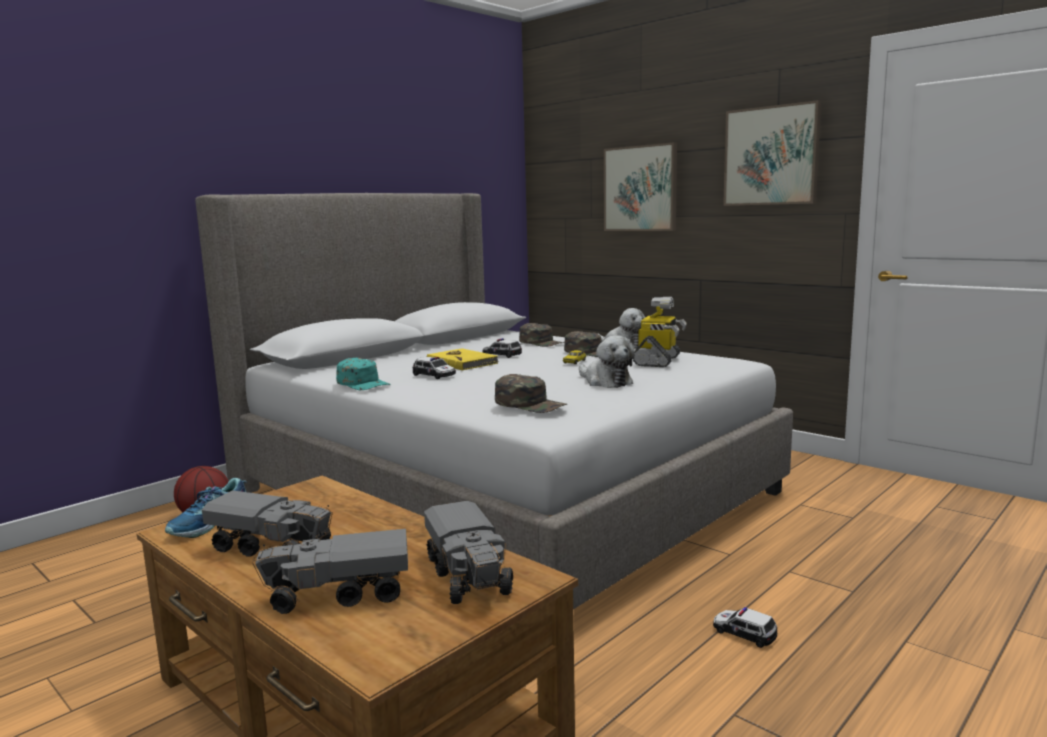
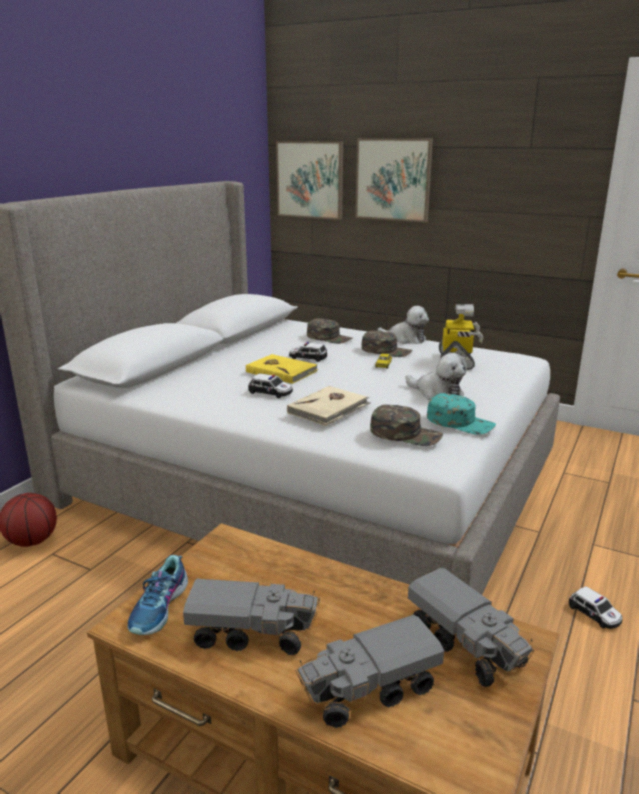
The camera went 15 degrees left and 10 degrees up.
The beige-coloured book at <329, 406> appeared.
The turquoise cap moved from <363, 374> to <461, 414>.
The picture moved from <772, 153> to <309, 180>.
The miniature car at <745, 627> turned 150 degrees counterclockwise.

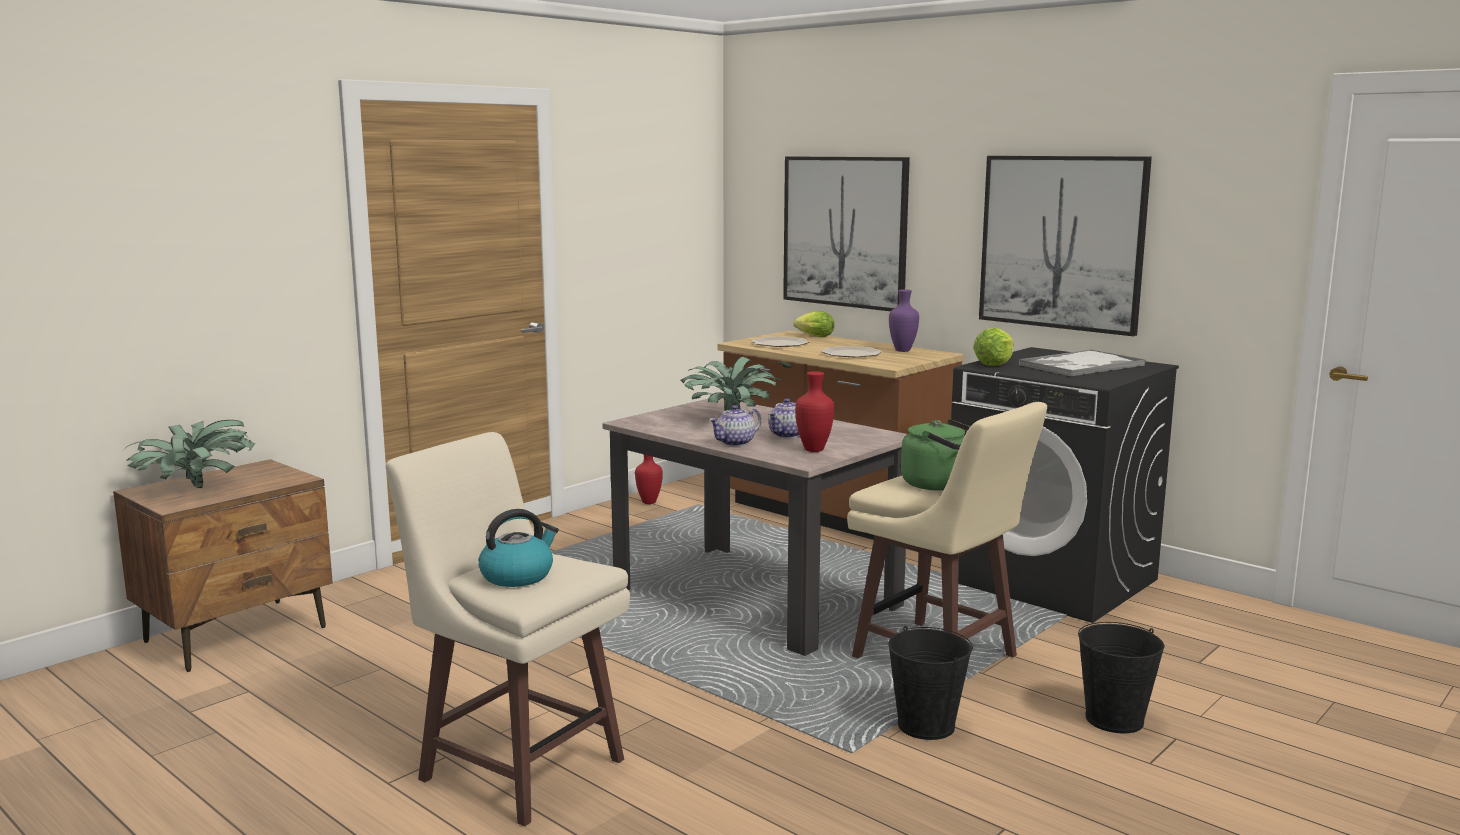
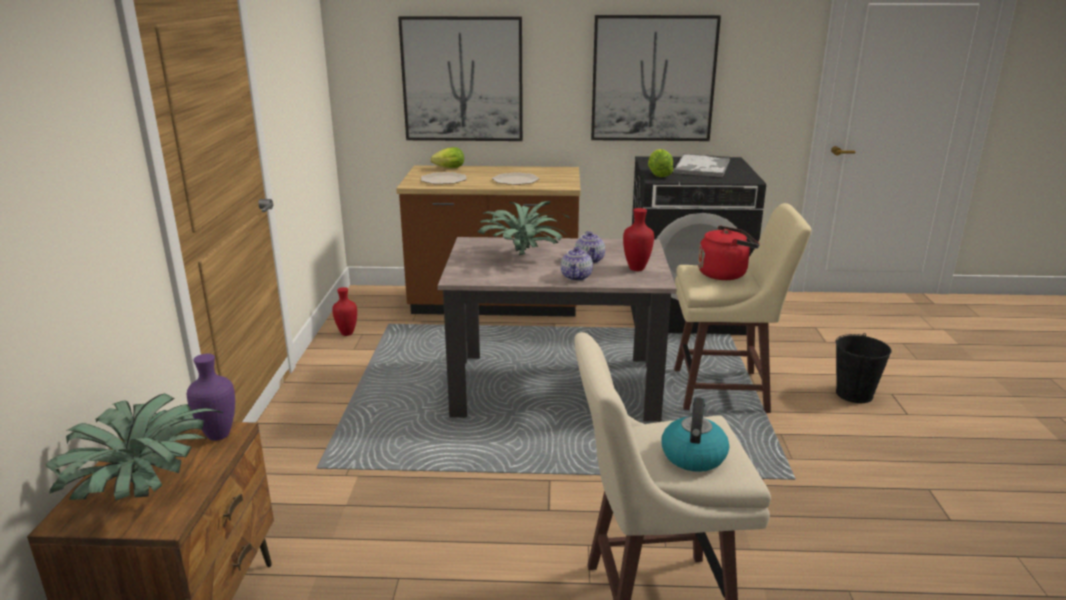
The camera went 40 degrees left and 10 degrees up.
The black bucket at <930, 683> disappeared.
The purplish vase moved from <904, 321> to <211, 397>.
The green tea kettle at <935, 454> became the red-coloured tea kettle at <729, 252>.

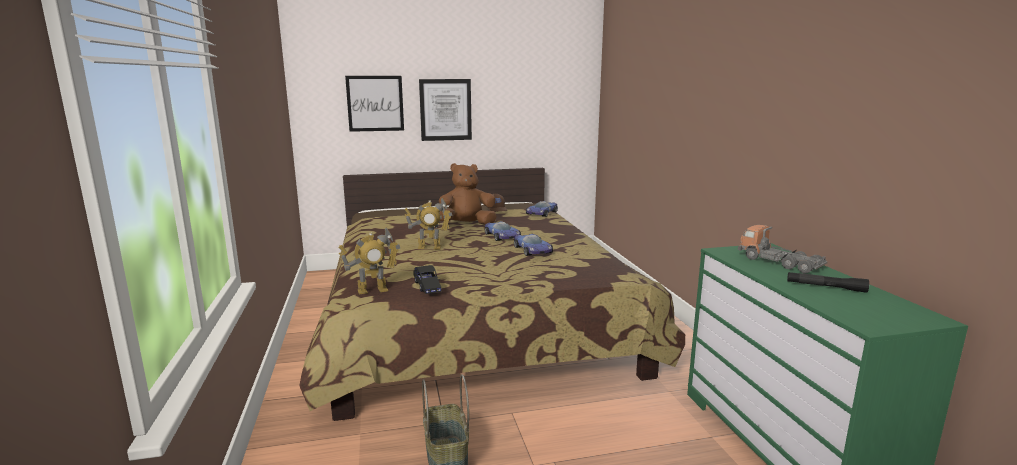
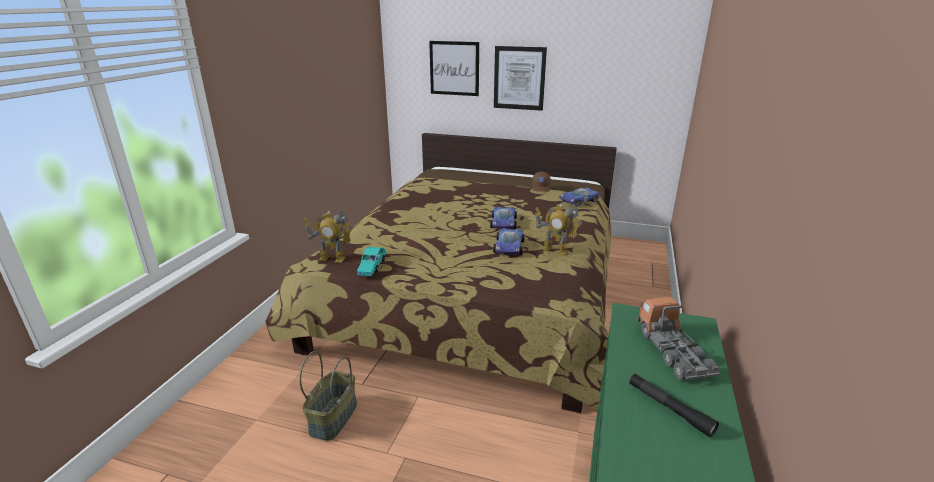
The camera went 30 degrees right and 10 degrees up.
The brown-coloured soft toy at <468, 194> disappeared.
The model robot moved from <428, 223> to <558, 230>.
The black miniature car at <427, 279> became the turquoise miniature car at <371, 261>.

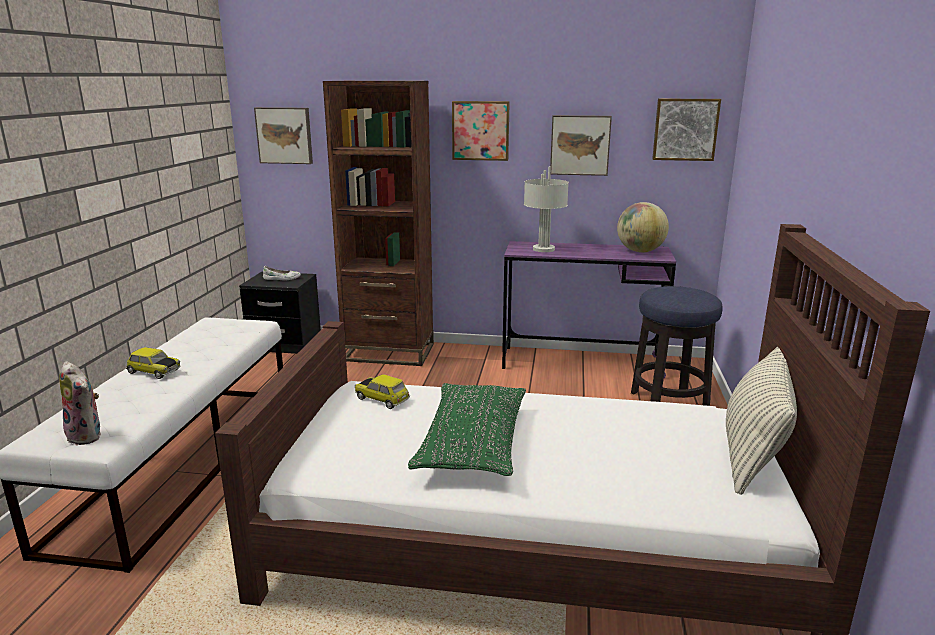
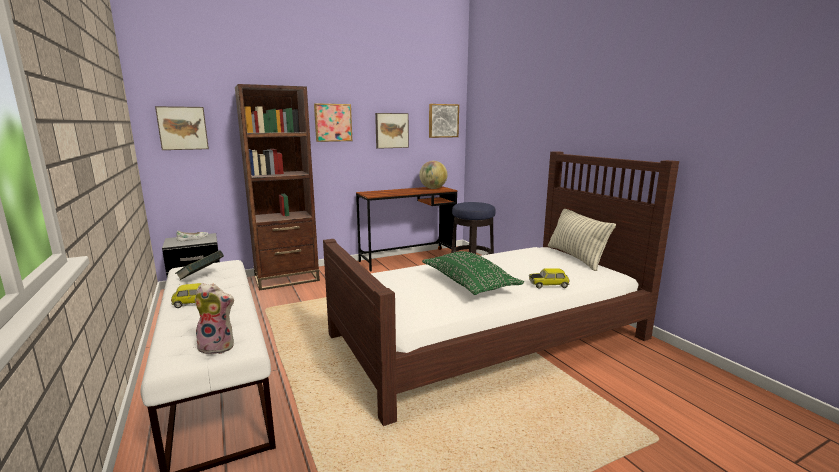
The camera went 35 degrees left and 5 degrees down.
The grey table lamp at <546, 209> disappeared.
The book at <199, 265> appeared.
The miniature car moved from <382, 391> to <549, 278>.
The purplish desk unit at <589, 309> became the brown-coloured desk unit at <406, 228>.

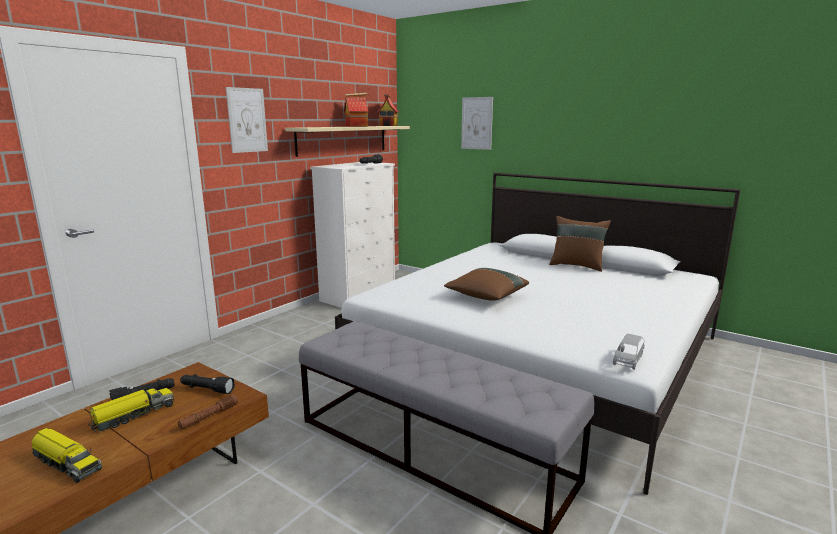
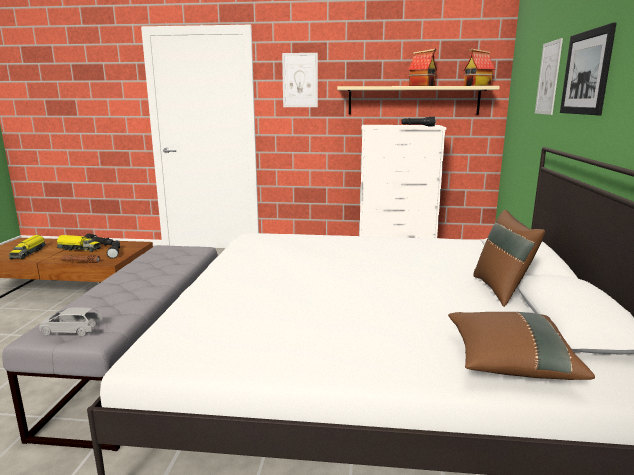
The camera went 60 degrees right and 0 degrees up.
The picture at <588, 69> appeared.
The brown-coloured cushion moved from <486, 284> to <521, 346>.
The grey miniature car moved from <629, 352> to <71, 321>.

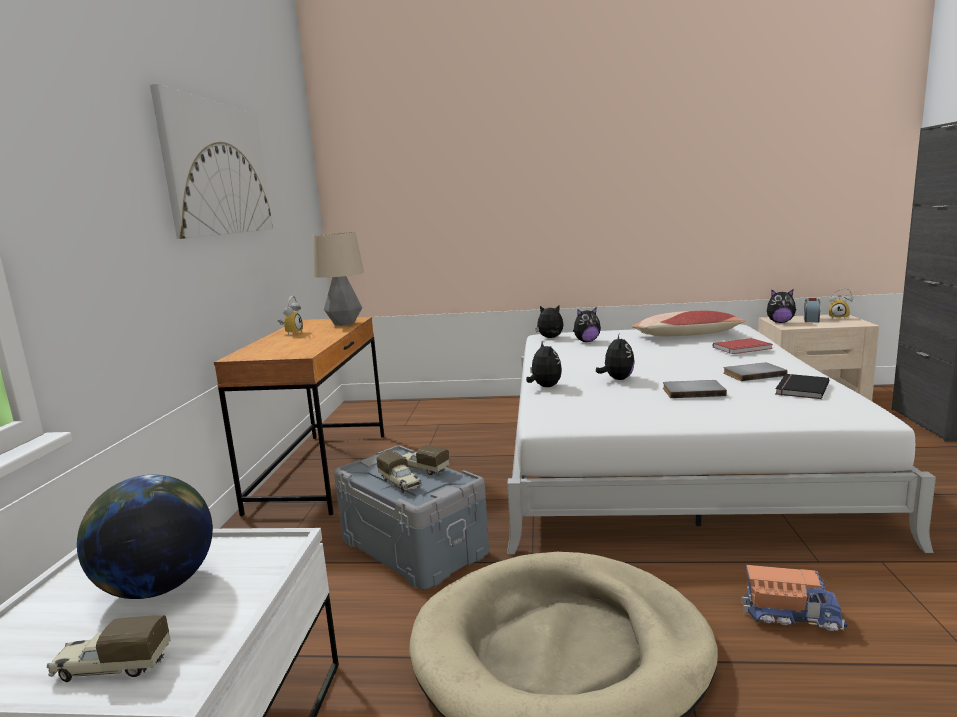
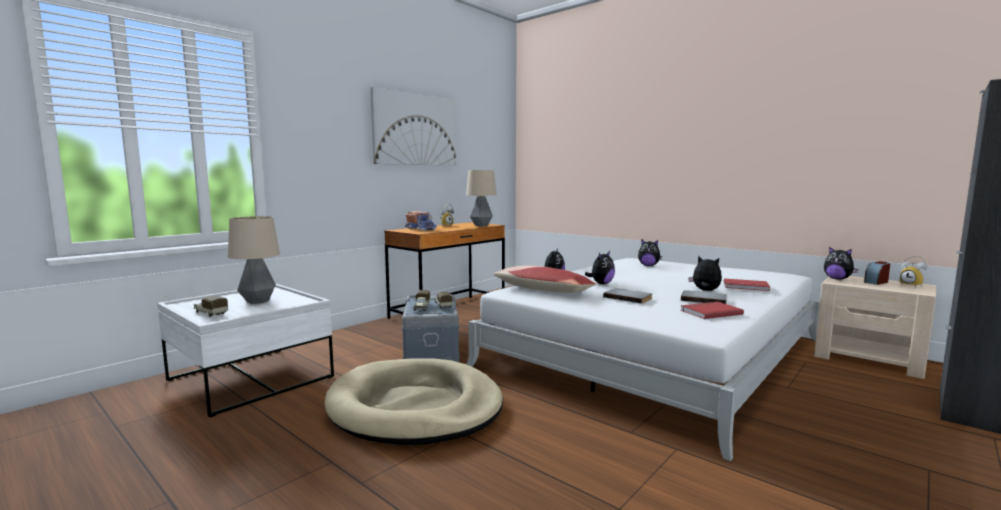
The camera went 35 degrees right and 5 degrees down.
The soft toy moved from <549, 321> to <705, 273>.
The cushion moved from <689, 323> to <545, 279>.
The model truck moved from <794, 598> to <421, 221>.
The globe at <145, 537> was replaced by the table lamp at <254, 260>.
The black book at <802, 386> became the red-coloured book at <712, 310>.

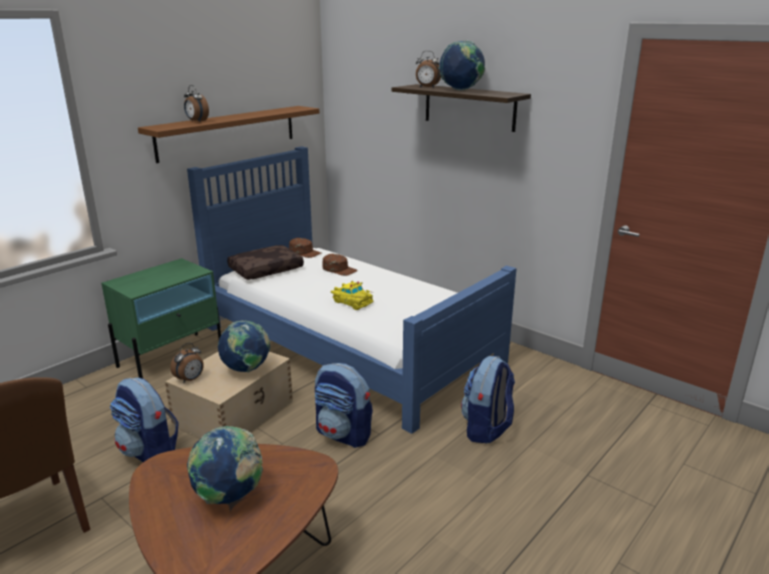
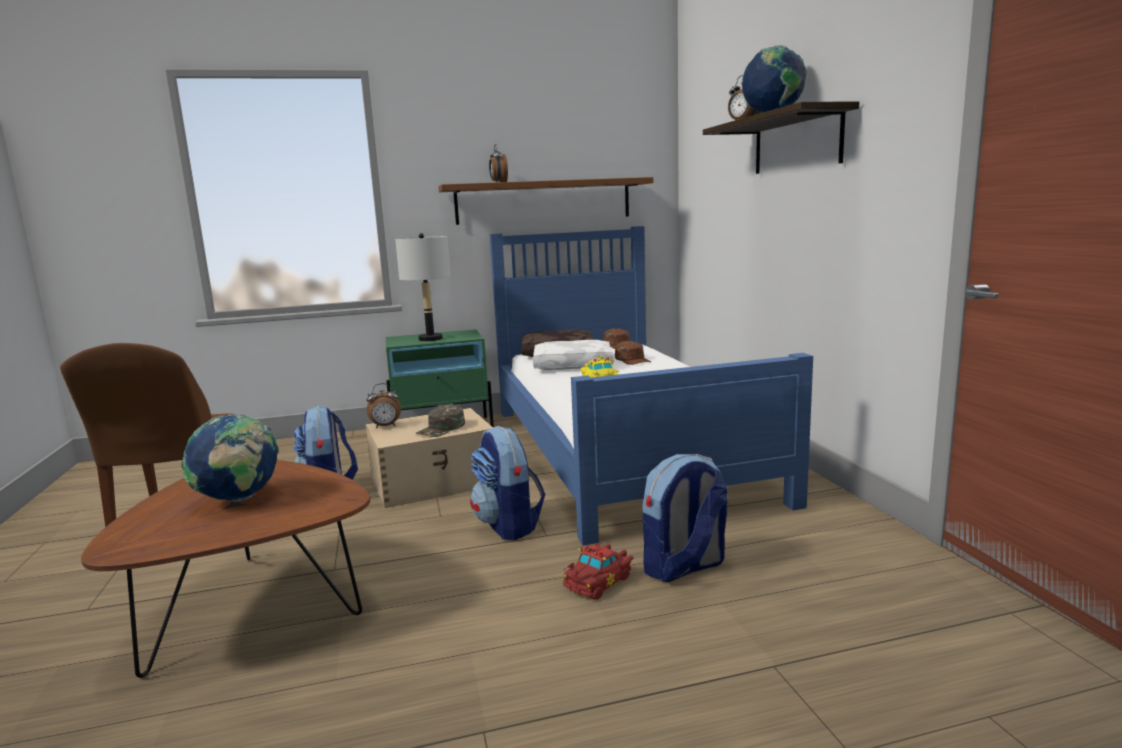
The camera went 35 degrees right and 10 degrees down.
The grey table lamp at <423, 287> appeared.
The whitish cushion at <573, 355> appeared.
The red-coloured miniature car at <598, 571> appeared.
The globe at <244, 346> was replaced by the green cap at <440, 421>.

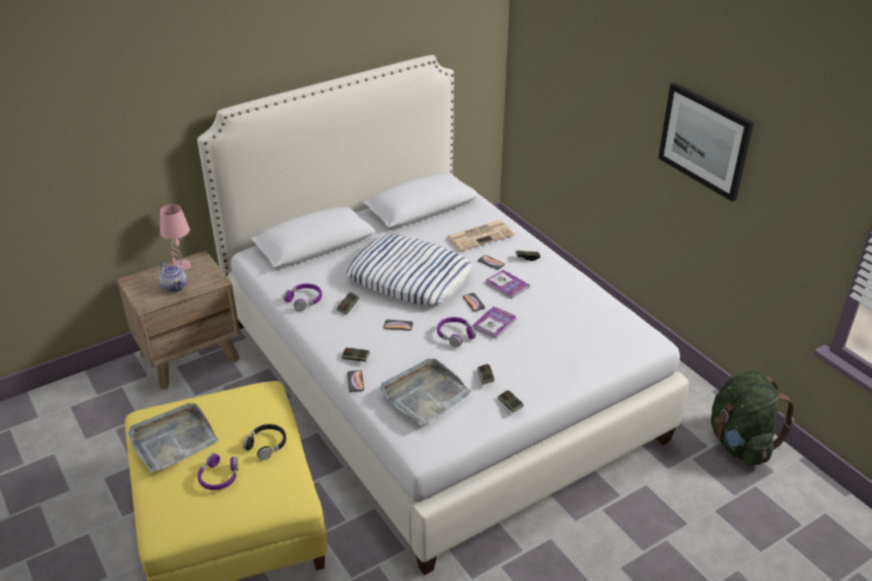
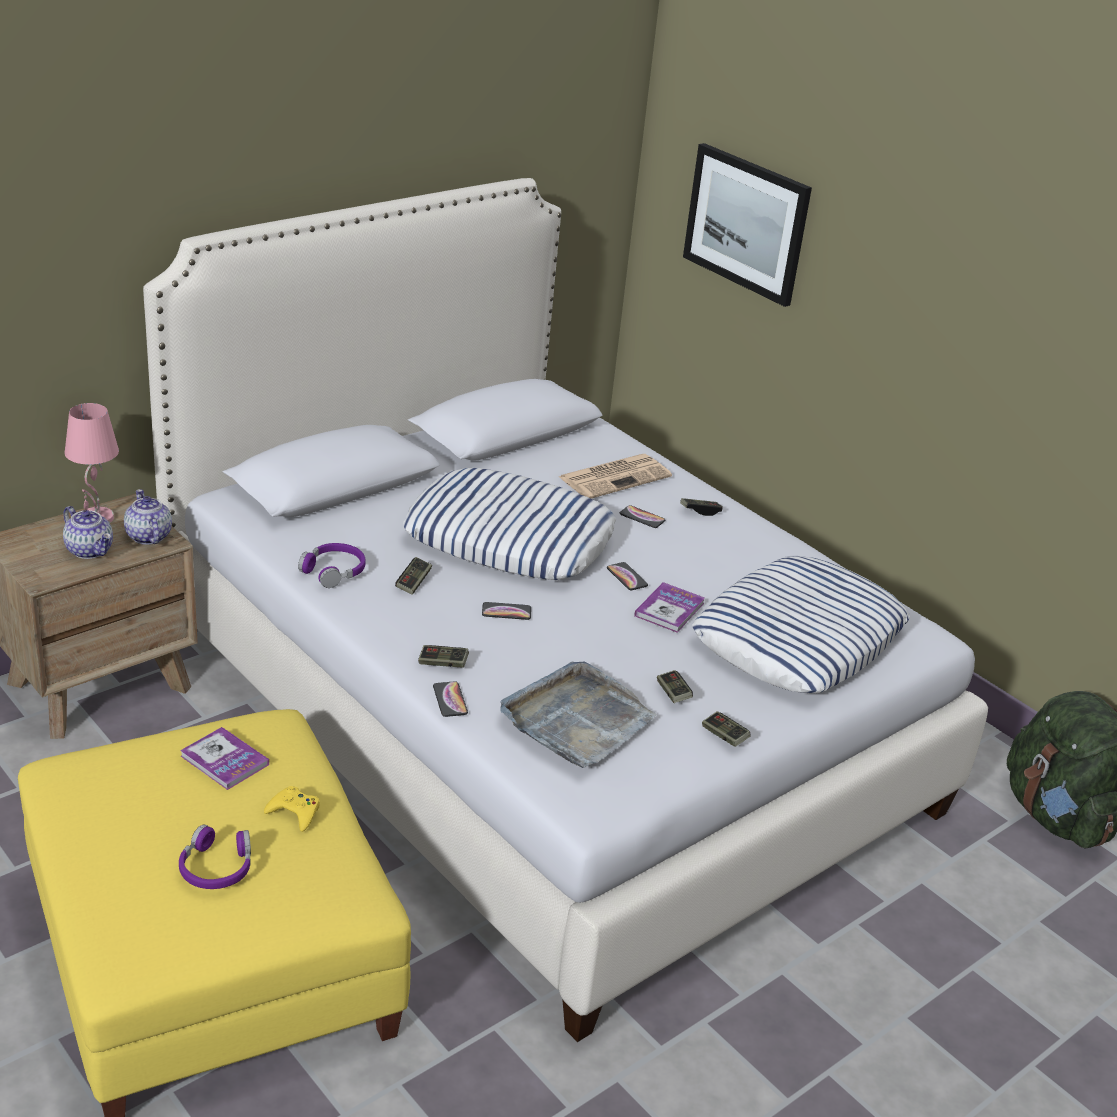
The camera went 10 degrees left and 5 degrees down.
The grey tray at <173, 437> disappeared.
The purplish pair of headphones at <456, 332> disappeared.
The tea pot at <148, 517> appeared.
The cushion at <801, 624> appeared.
The book moved from <507, 284> to <224, 758>.
The picture moved from <706, 142> to <747, 225>.
The black pair of headphones at <264, 442> was replaced by the yellow game controller at <292, 809>.

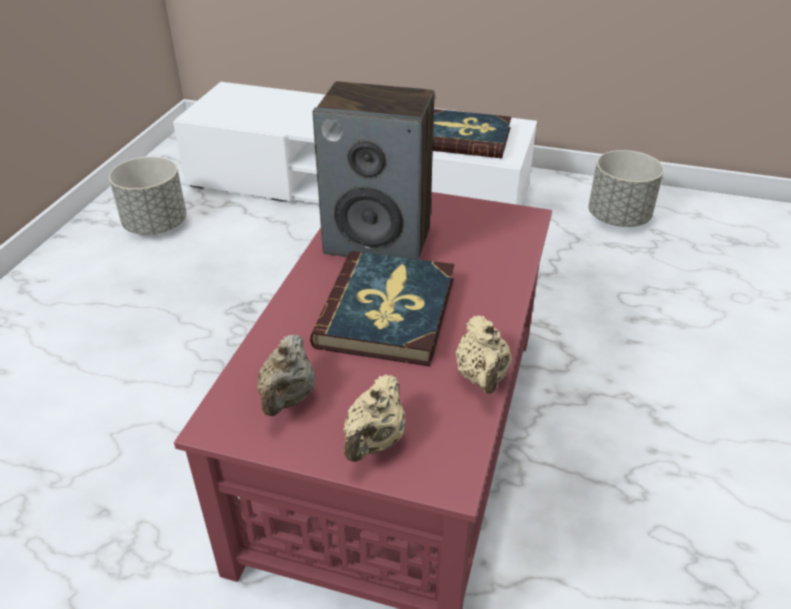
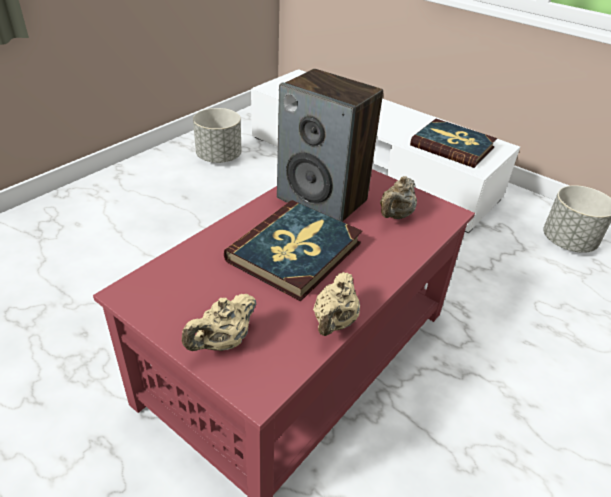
The camera went 20 degrees right and 0 degrees up.
The beige-coloured tea pot moved from <286, 375> to <398, 197>.

